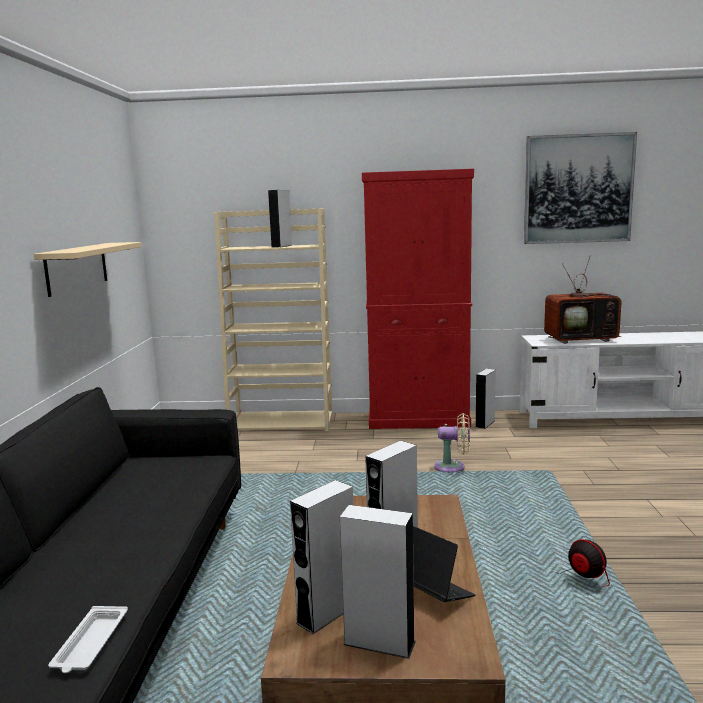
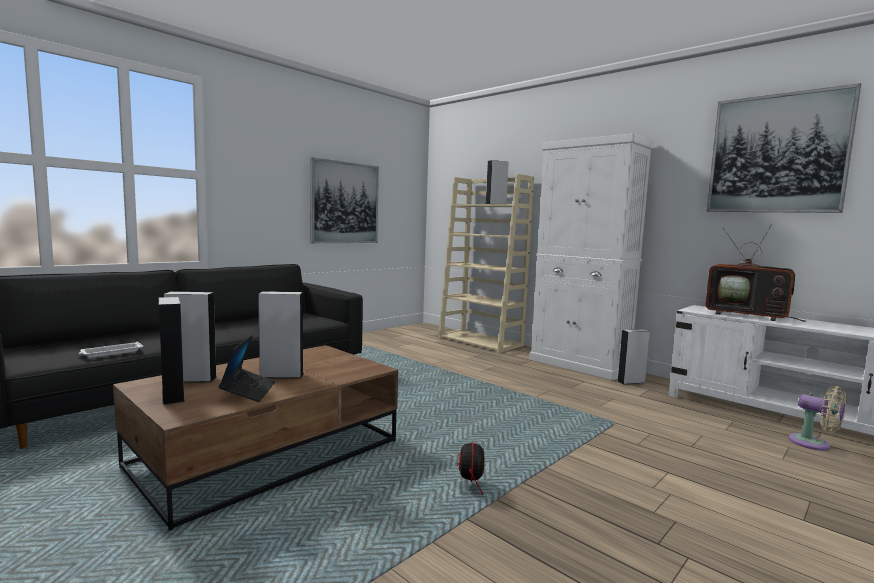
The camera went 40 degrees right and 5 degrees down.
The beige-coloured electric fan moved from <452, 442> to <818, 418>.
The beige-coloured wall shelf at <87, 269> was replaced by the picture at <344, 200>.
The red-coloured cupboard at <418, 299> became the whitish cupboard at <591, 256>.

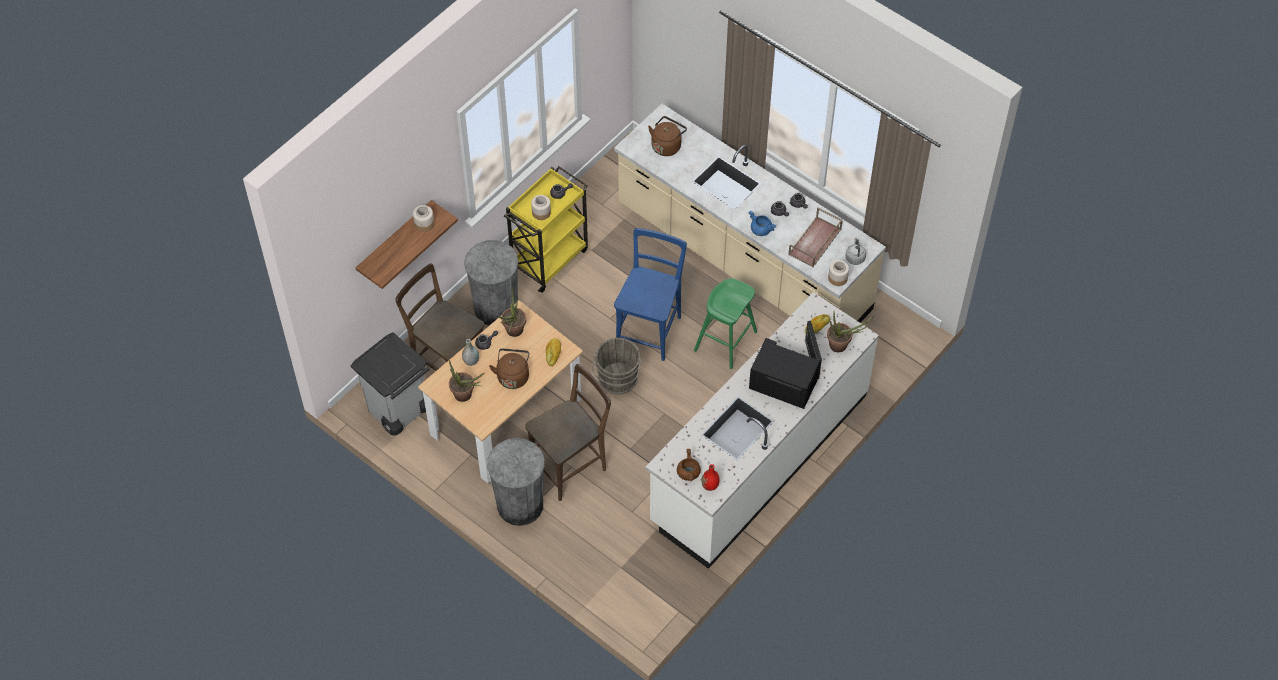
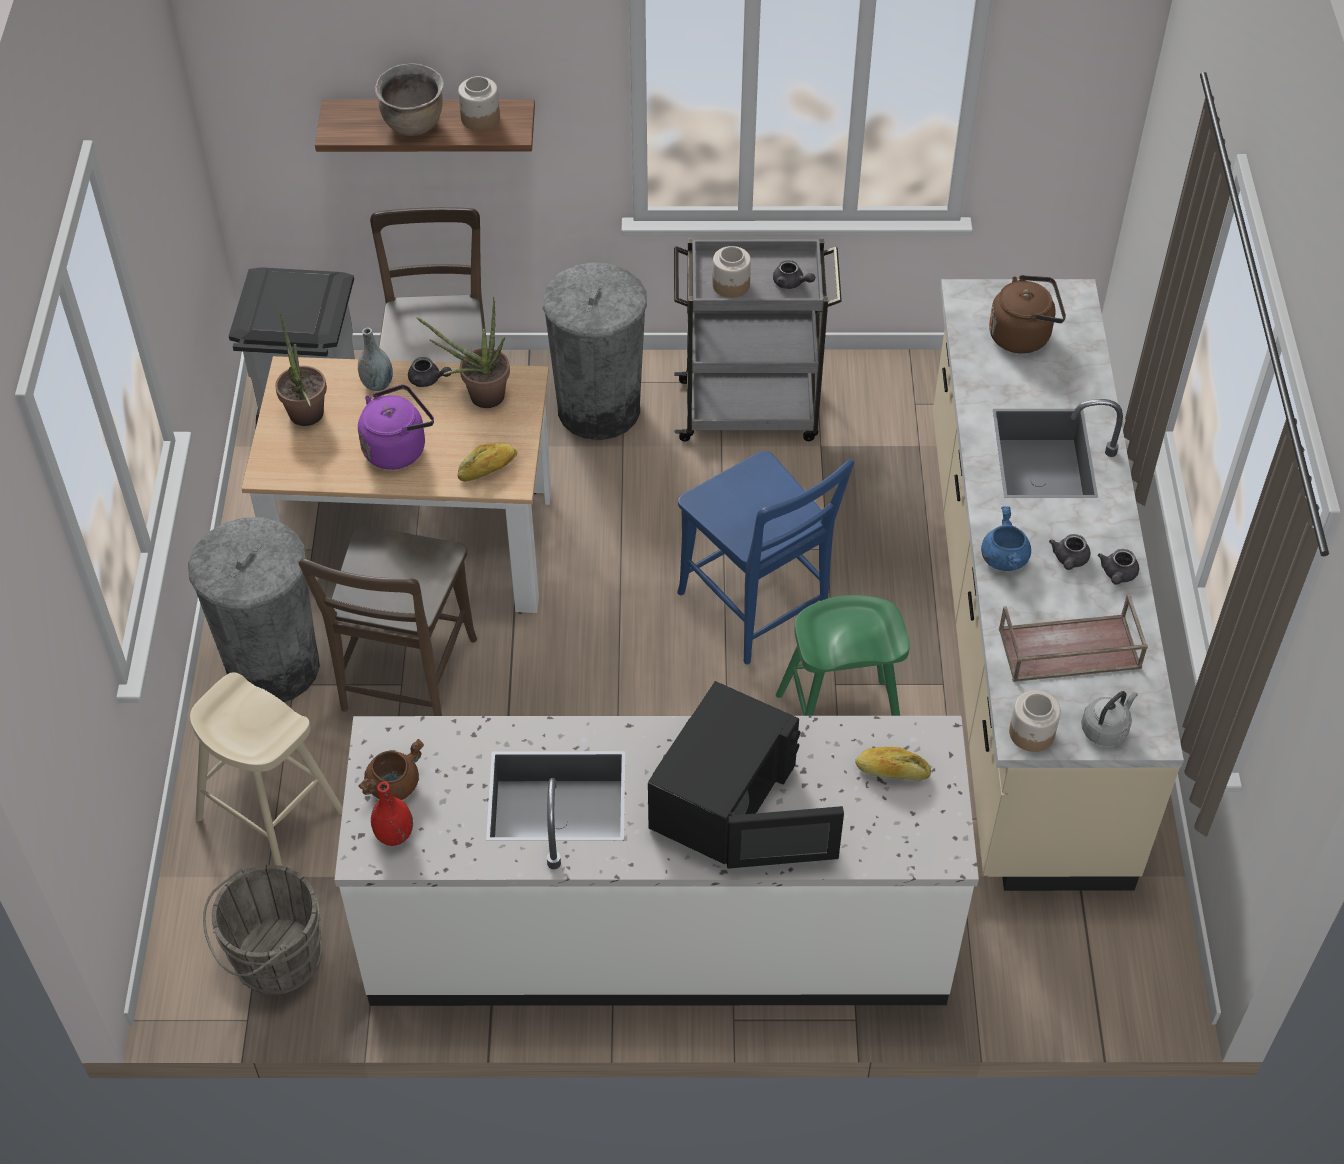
The camera went 50 degrees right and 5 degrees down.
The plant in a pot at <850, 332> disappeared.
The beige-coloured stool seat at <266, 769> appeared.
The brown-coloured stockpot at <409, 99> appeared.
The grey bucket moved from <616, 366> to <263, 930>.
The brown-coloured tea kettle at <509, 369> became the purplish tea kettle at <396, 427>.
The yellow trolley at <546, 229> became the grey trolley at <758, 339>.
The brown-coloured chair at <568, 432> turned 90 degrees clockwise.
The blue-coloured chair at <650, 294> turned 75 degrees clockwise.
The black microwave oven at <785, 365> turned 45 degrees clockwise.

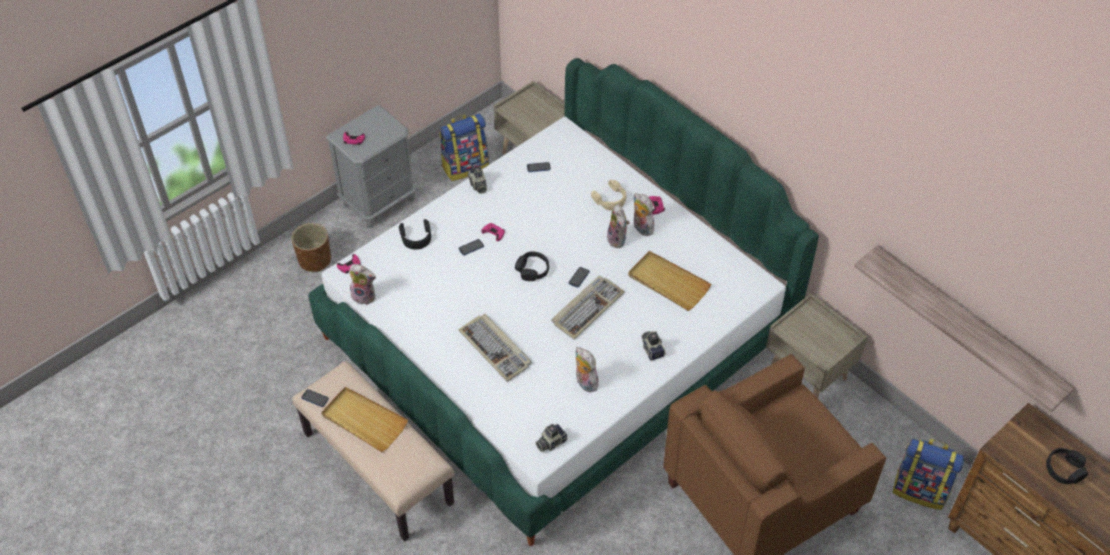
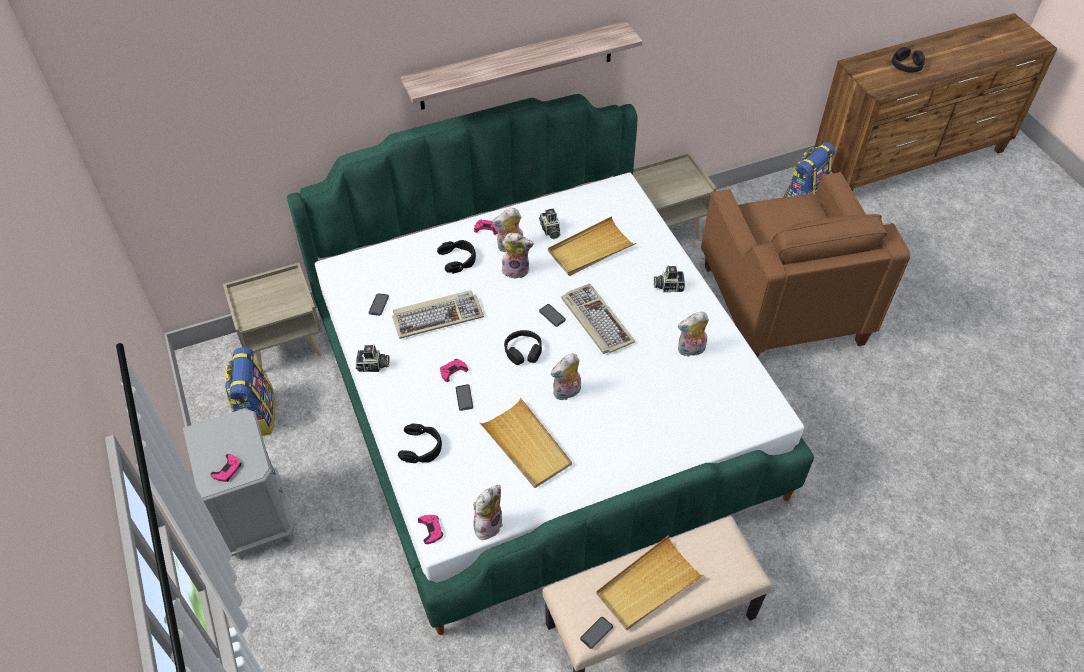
The camera went 70 degrees left and 0 degrees up.
The brown-coloured planter at <311, 247> disappeared.
The beige-coloured tray at <525, 443> appeared.
The soft toy at <566, 376> appeared.
The computer keyboard moved from <495, 348> to <438, 314>.
The photo camera moved from <551, 438> to <549, 223>.
The wall shelf moved from <964, 328> to <521, 65>.
The beige-coloured pair of headphones at <608, 195> became the black pair of headphones at <456, 257>.

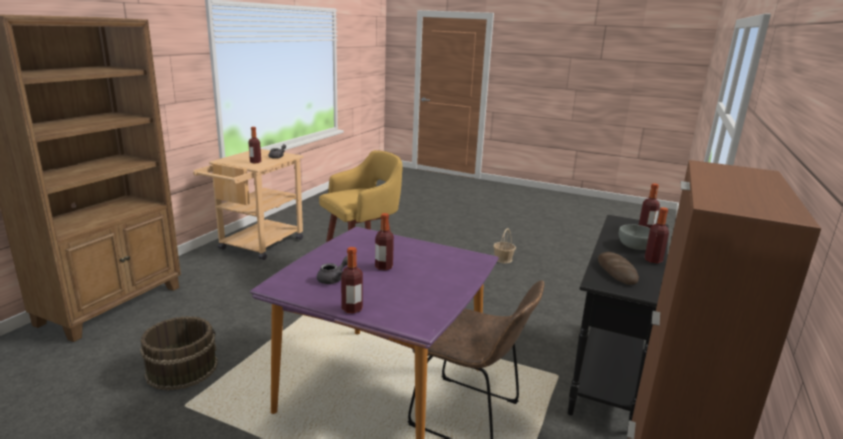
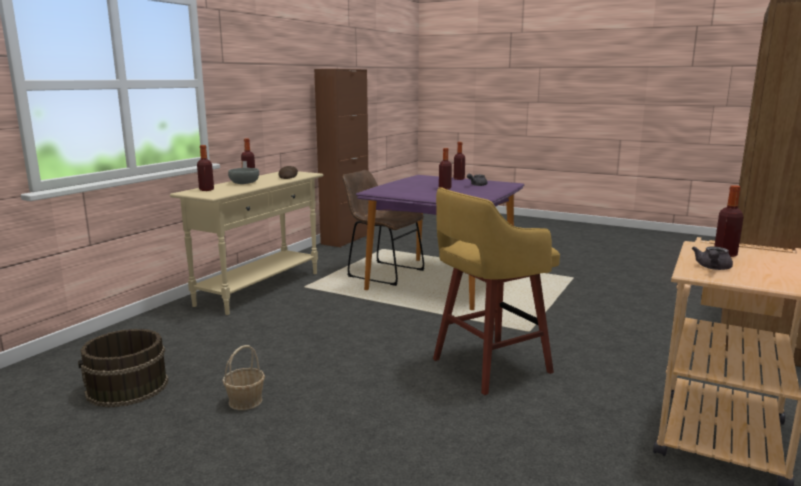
The camera went 175 degrees left and 5 degrees down.
The brown-coloured bucket moved from <179, 353> to <123, 368>.
The black hall table at <618, 323> became the beige-coloured hall table at <246, 243>.

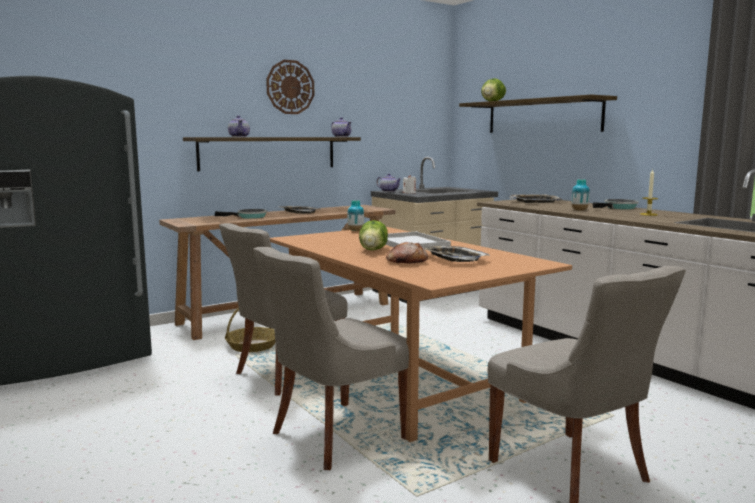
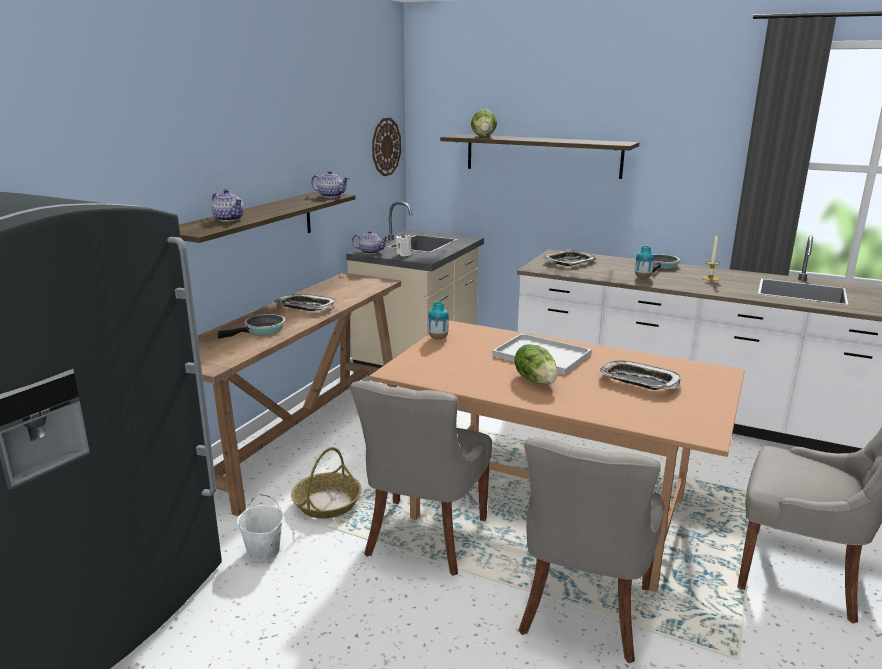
The camera went 30 degrees left and 10 degrees up.
The bread at <407, 252> disappeared.
The whitish bucket at <260, 528> appeared.
The clock on the wall moved from <290, 87> to <386, 147>.

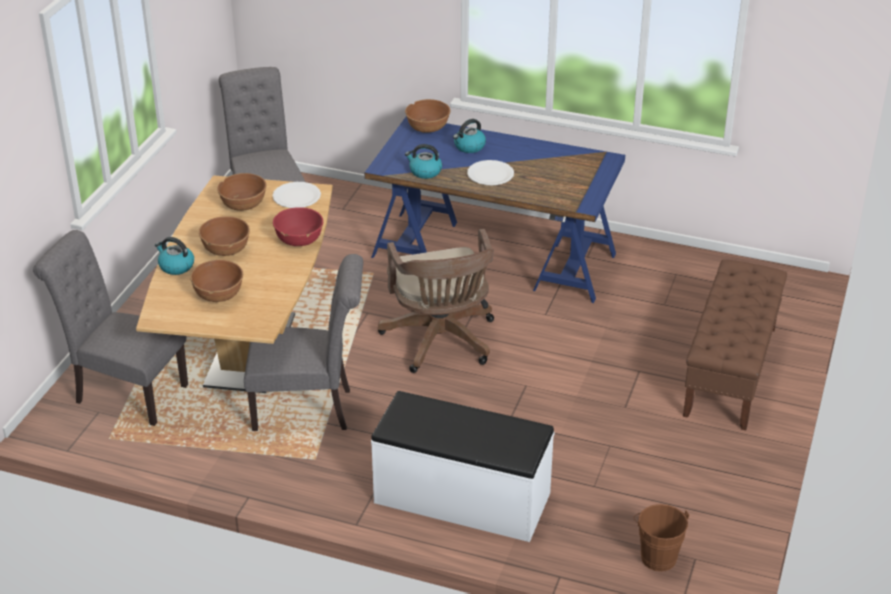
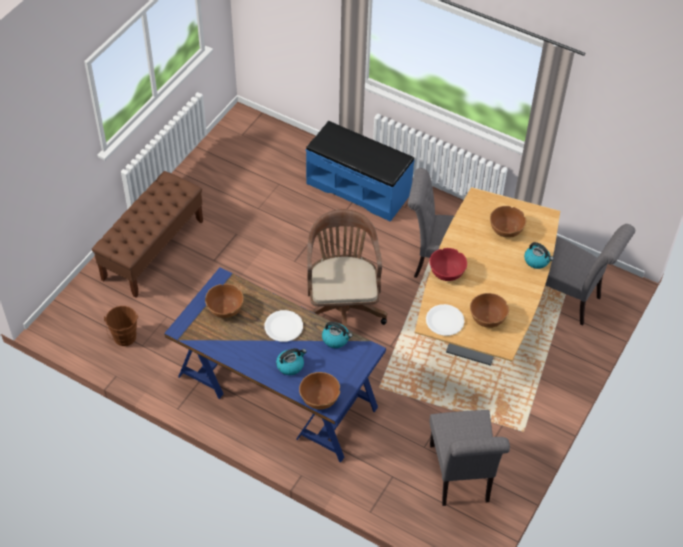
The camera went 170 degrees left and 15 degrees up.
The brown-coloured serving bowl moved from <224, 236> to <224, 301>.
The brown-coloured bucket moved from <661, 538> to <121, 326>.
The whitish long seat at <463, 466> became the blue-coloured long seat at <360, 171>.

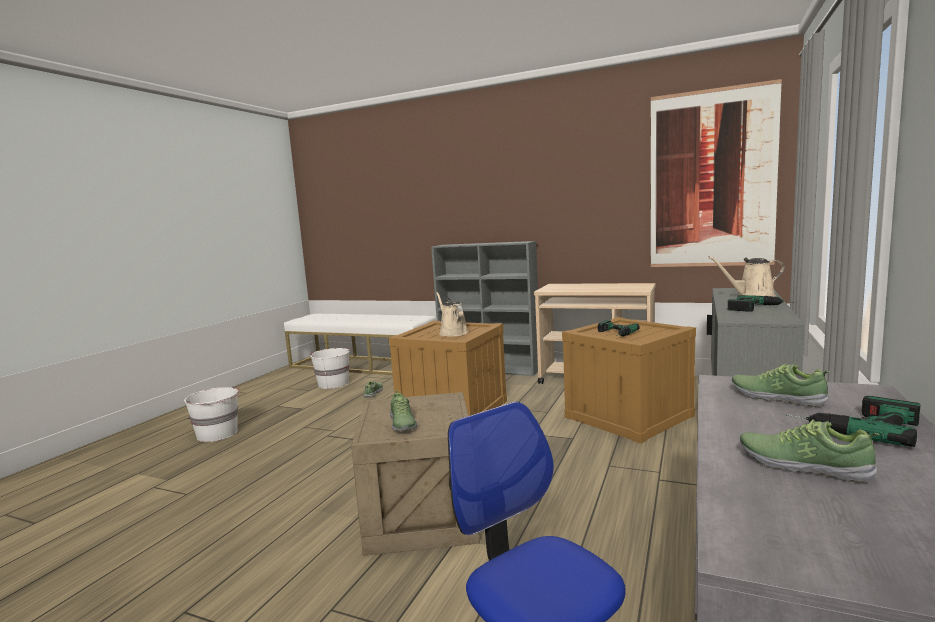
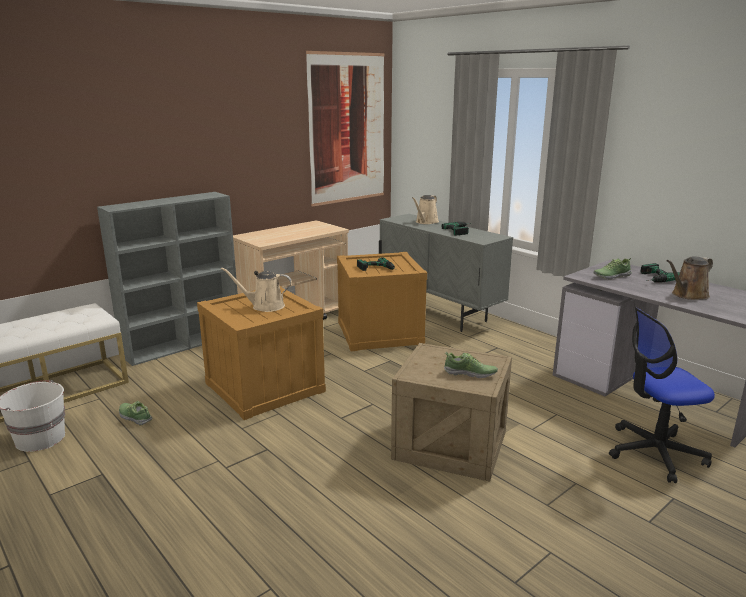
The camera went 65 degrees left and 10 degrees up.
The whitish bucket at <212, 414> disappeared.
The shoe at <809, 451> was replaced by the brown-coloured watering can at <690, 278>.

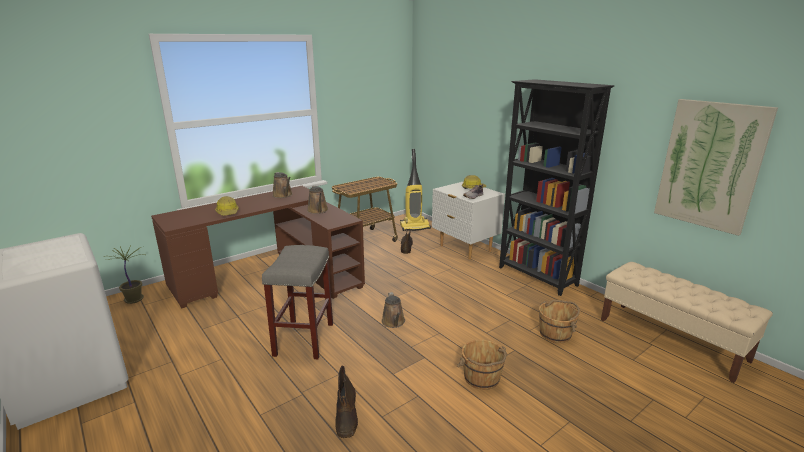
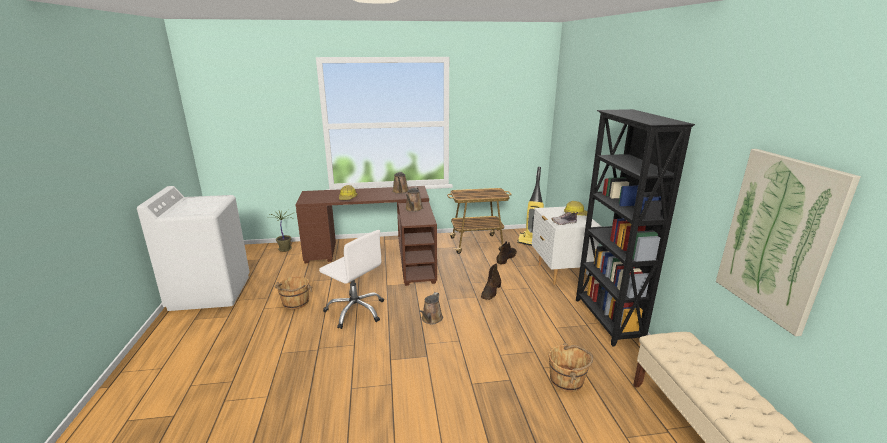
The camera went 30 degrees right and 0 degrees up.
The brown-coloured boot moved from <346, 401> to <491, 282>.
The brown-coloured bucket moved from <482, 365> to <293, 292>.
The grey stool seat at <297, 302> was replaced by the whitish computer chair at <351, 279>.

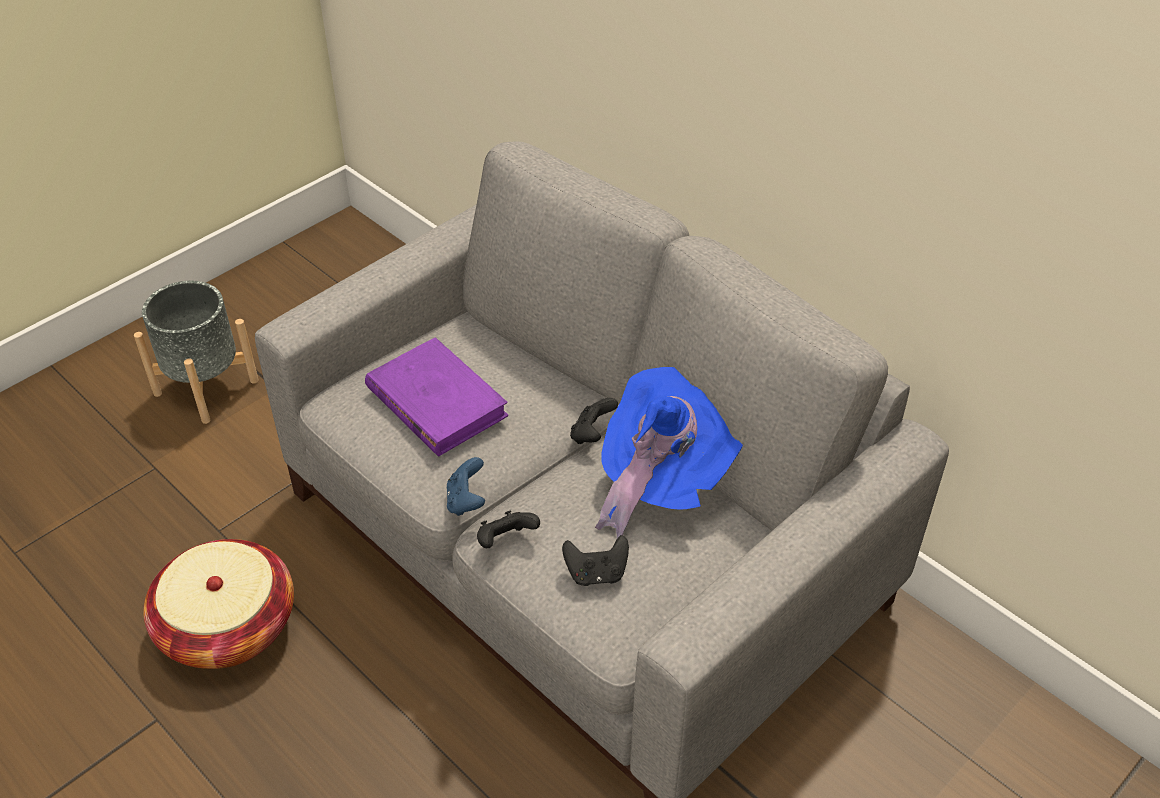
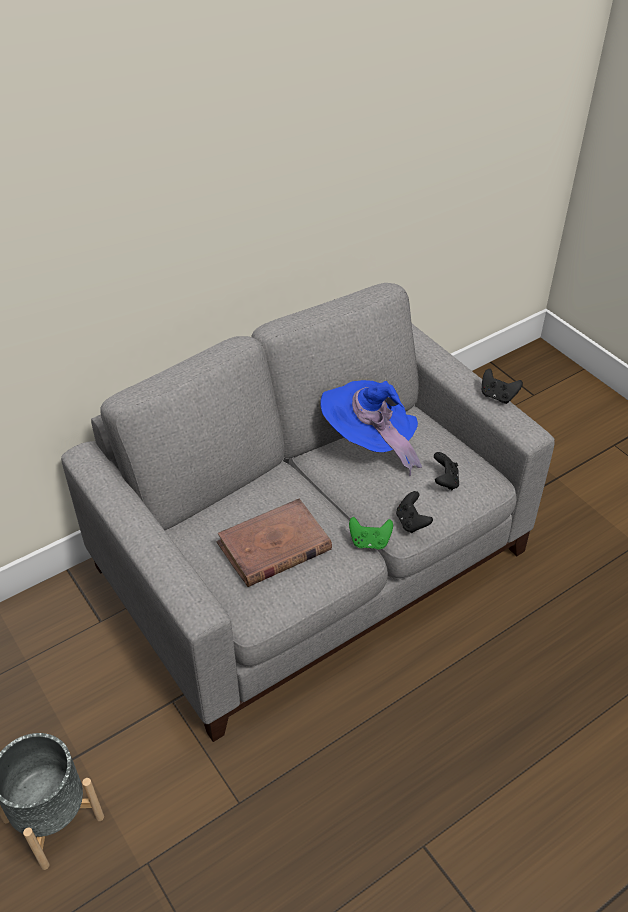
The camera went 80 degrees left and 0 degrees up.
The basket at <218, 604> disappeared.
The black game controller moved from <594, 421> to <502, 386>.
The purplish book at <436, 396> became the brown-coloured book at <274, 542>.
The blue-coloured game controller at <466, 486> became the green game controller at <371, 533>.

